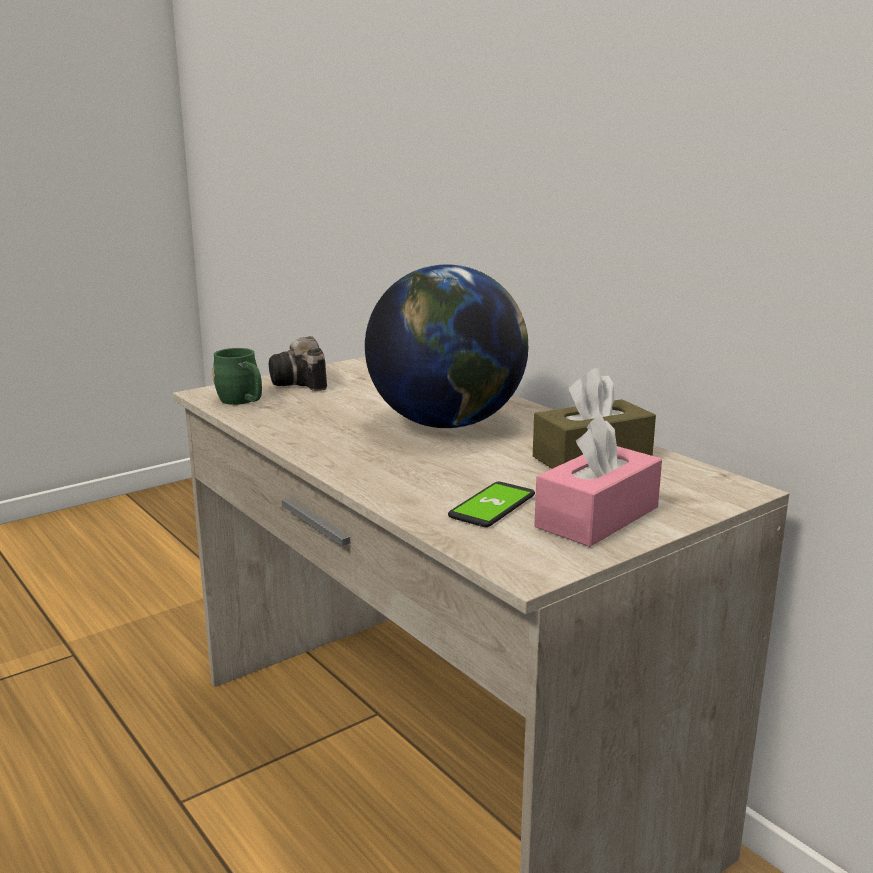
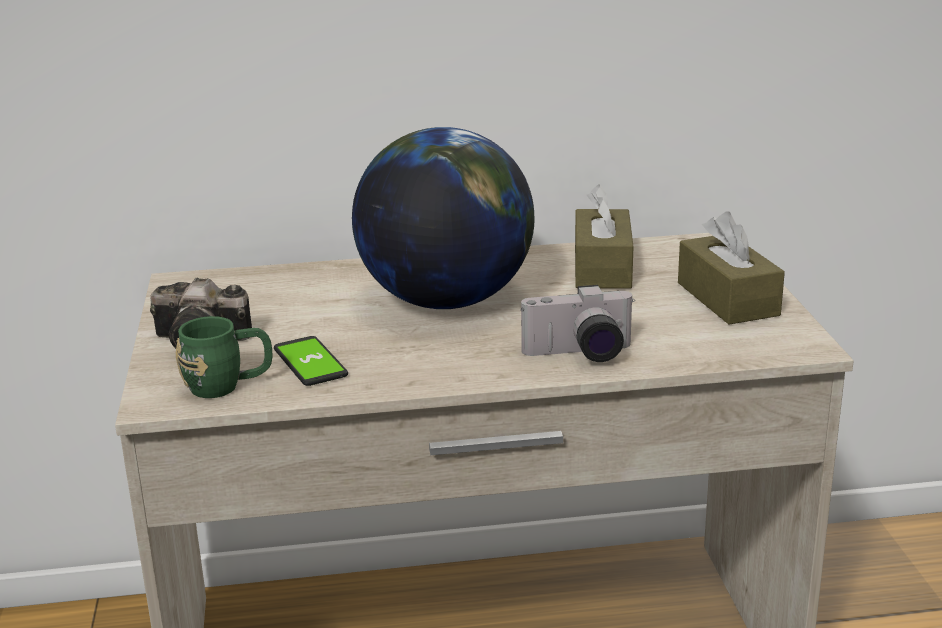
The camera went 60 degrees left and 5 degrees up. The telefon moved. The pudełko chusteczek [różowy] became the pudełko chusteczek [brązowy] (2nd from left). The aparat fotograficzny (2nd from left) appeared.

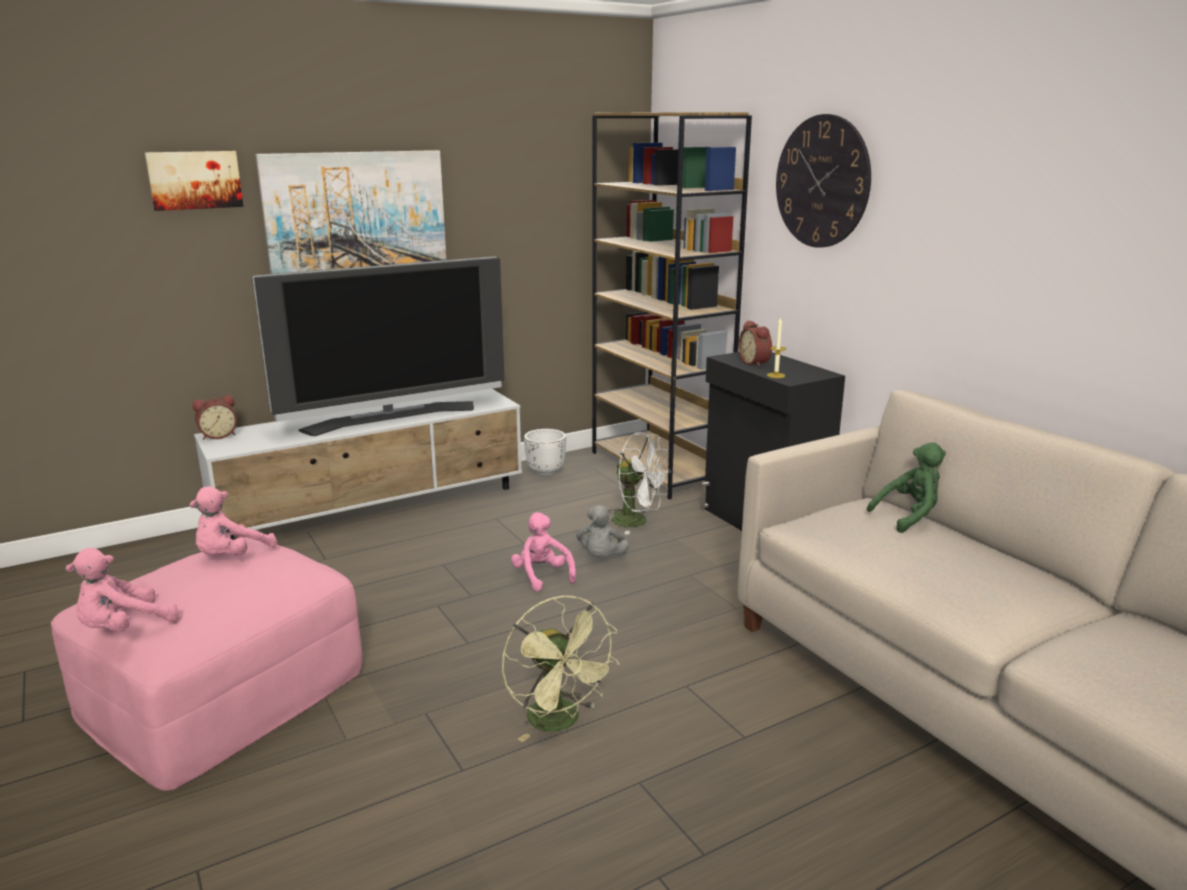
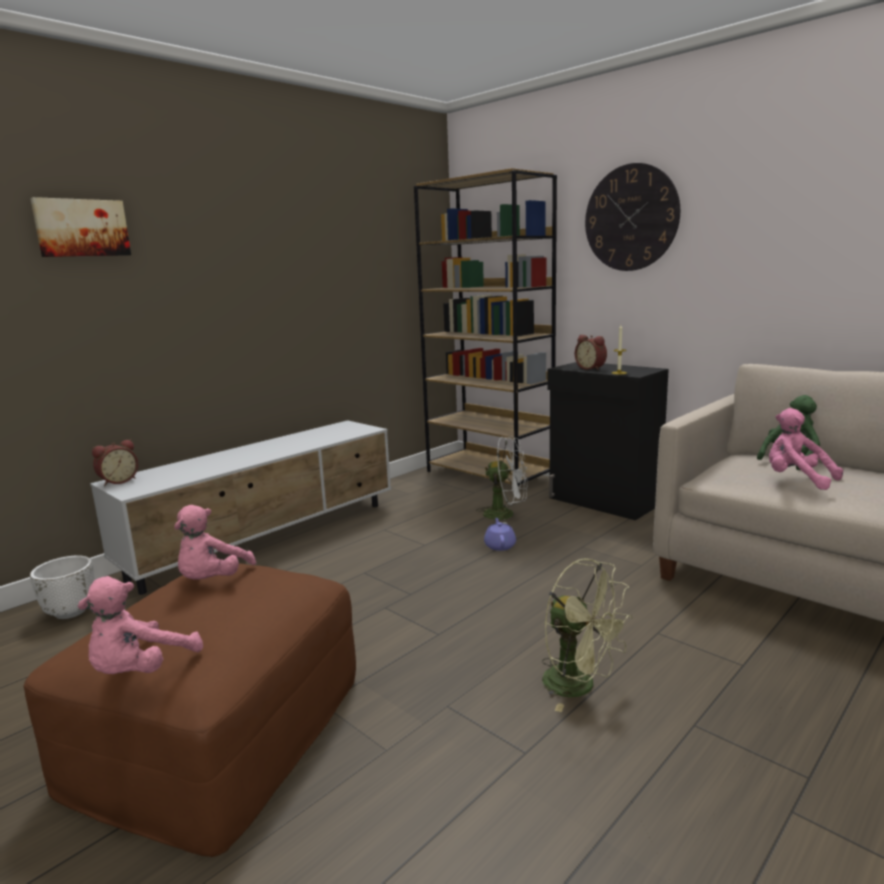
The camera went 15 degrees left and 5 degrees down. The pufa [różowy] became the pufa [brązowy]. The telewizor disappeared. The obraz (2nd from left) disappeared. The pluszak [różowy] (3rd from left) moved. The donica [biały] moved. The pluszak [szary] was replaced by the imbryk [fioletowy].

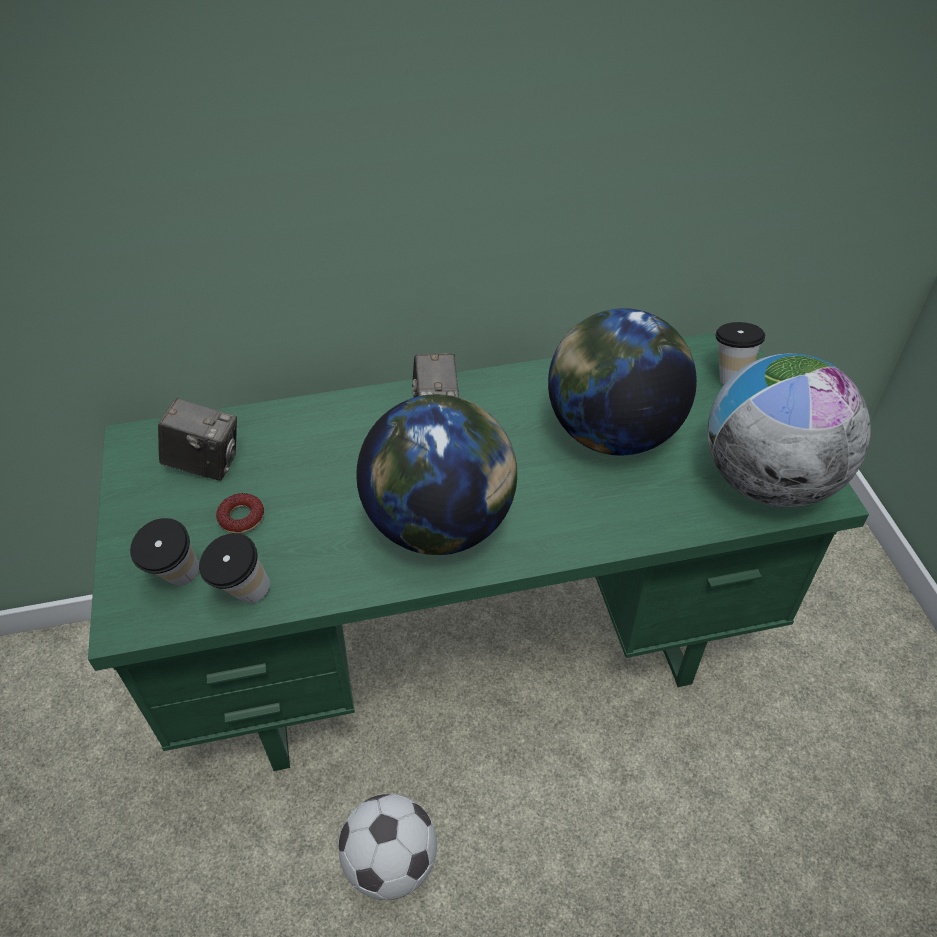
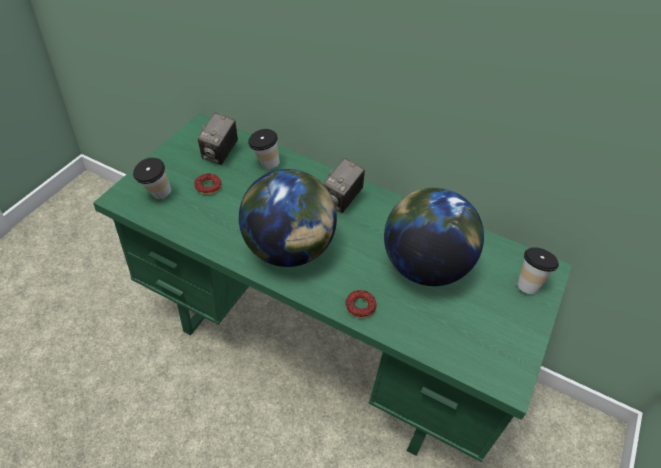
The camera went 35 degrees right and 0 degrees up. The aparat fotograficzny (1st from left) turned 60 degrees clockwise. The filiżanka (2nd from left) moved. The piłka futbolowa disappeared. The globus (3rd from left) disappeared. The donut (2nd from left) appeared.

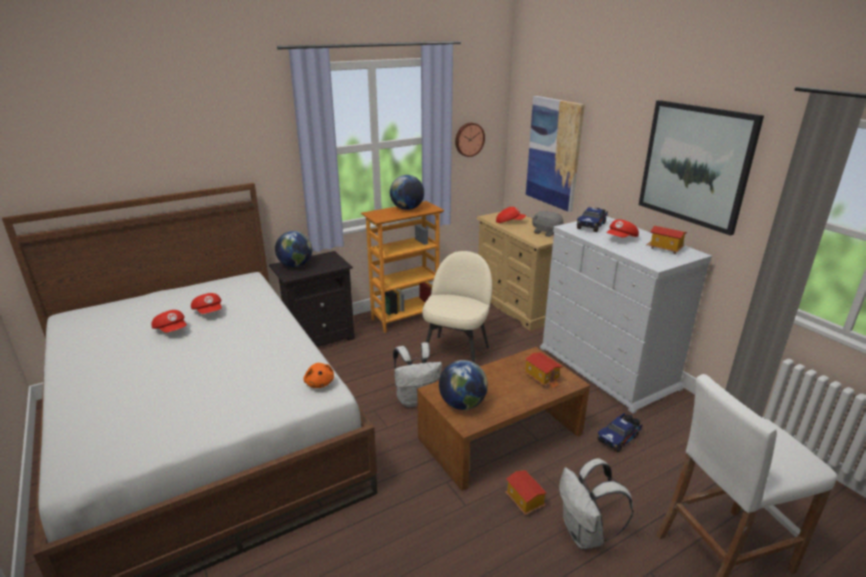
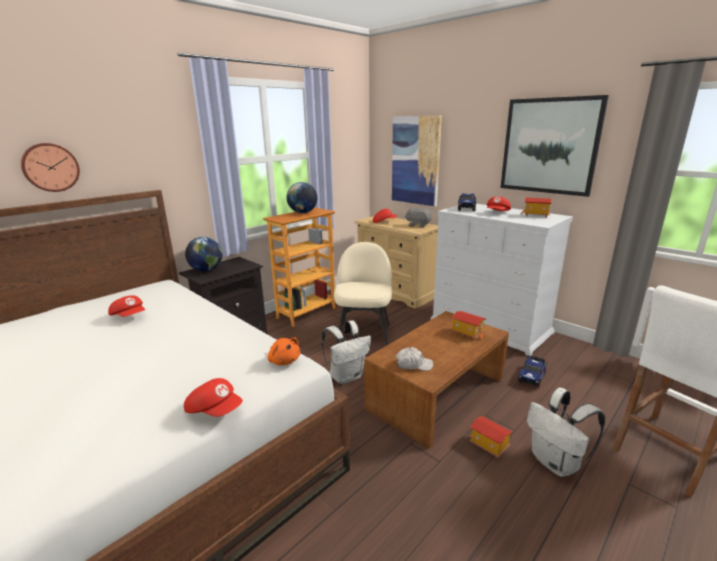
The camera went 15 degrees left and 5 degrees down. The czapka z daszkiem [czerwony] (1st from left in the first image) moved. The globus (3rd from left) was replaced by the czapka z daszkiem [biały]. The zegar ścienny moved.

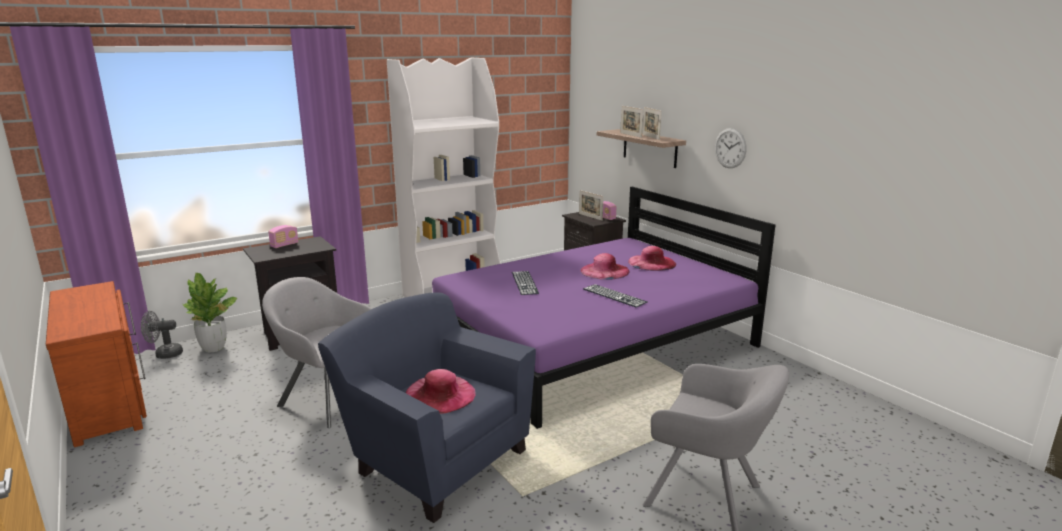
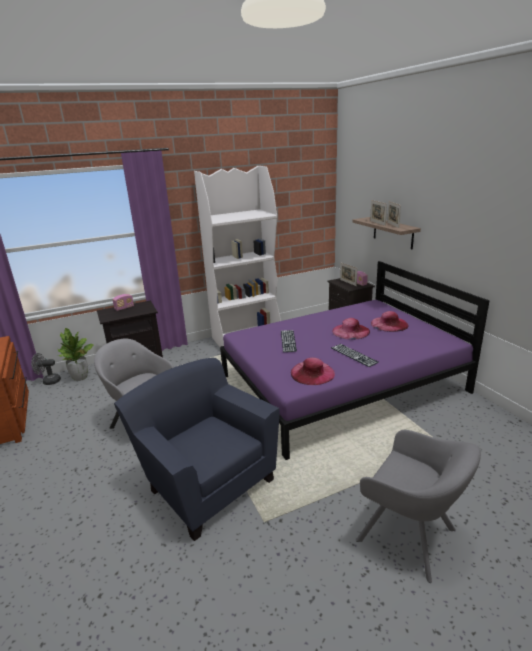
The camera went 10 degrees right and 5 degrees up. The kapelusz [różowy] (1st from left) moved. The zegar ścienny disappeared.

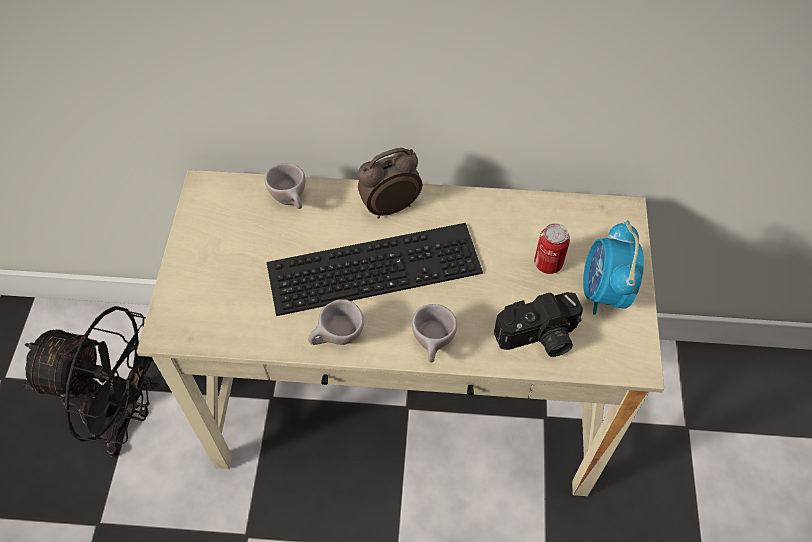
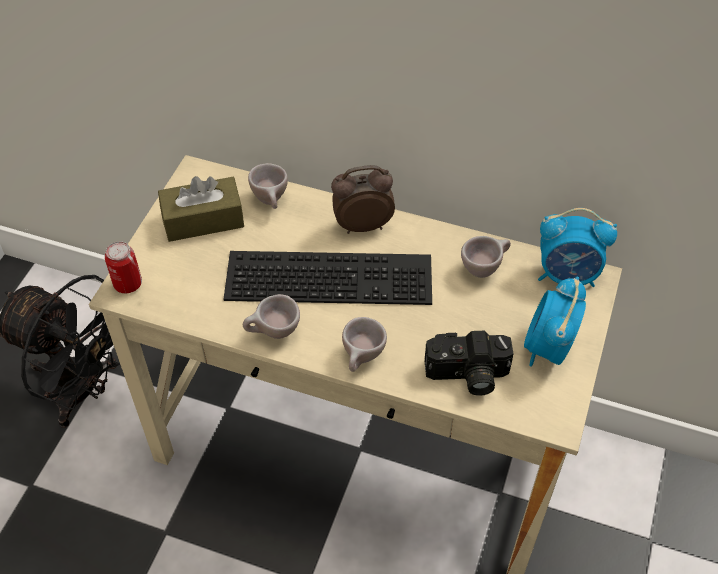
The camera went 15 degrees right and 5 degrees down. The puszka moved. The pudełko chusteczek [brązowy] appeared. The filiżanka [beżowy] (4th from left) appeared. The budzik (3rd from left) appeared.

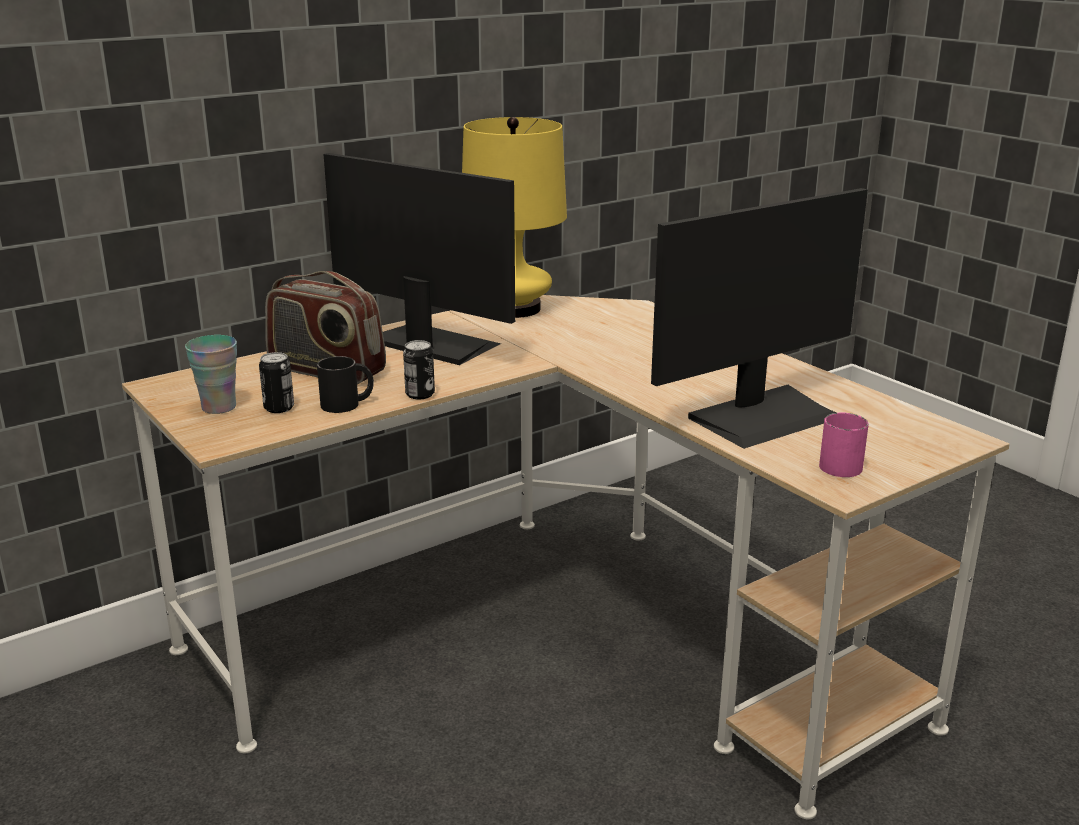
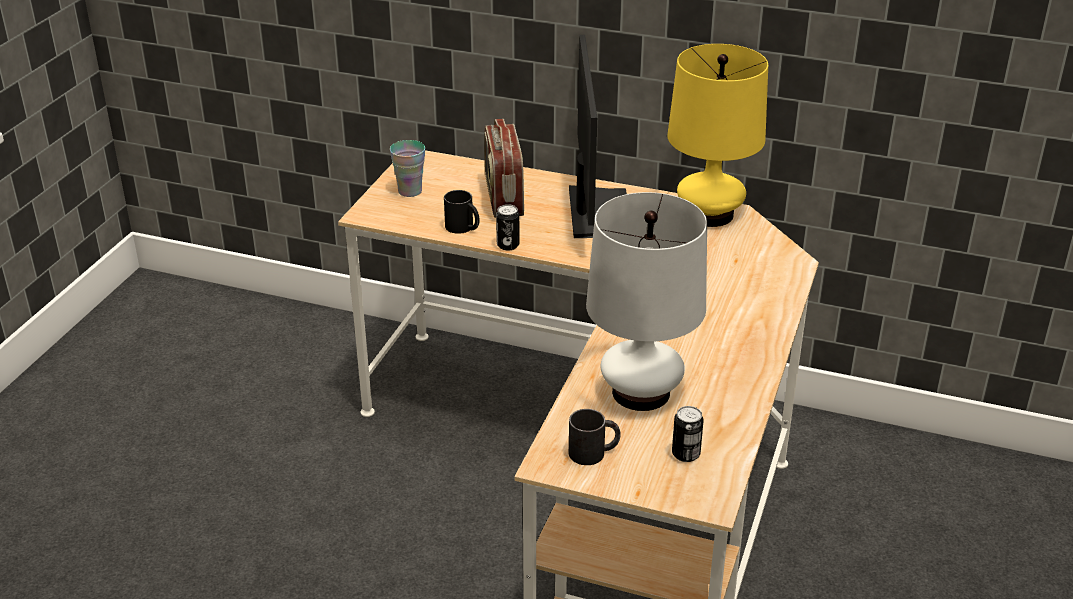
The camera went 55 degrees right and 10 degrees up. The puszka (1st from left in the first image) moved. The monitor (2nd from left) was replaced by the lampa stołowa [biały]. The kubek [różowy] became the kubek [czarny] (2nd from left).

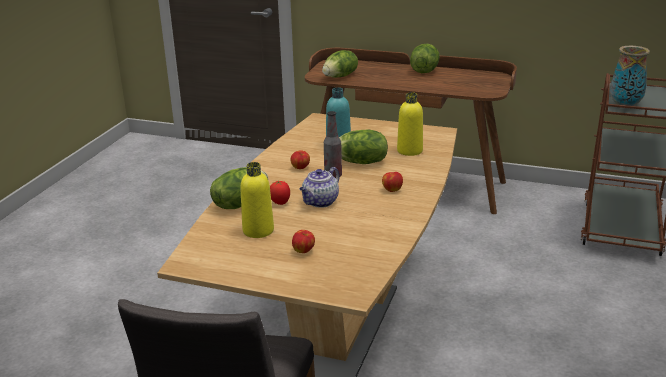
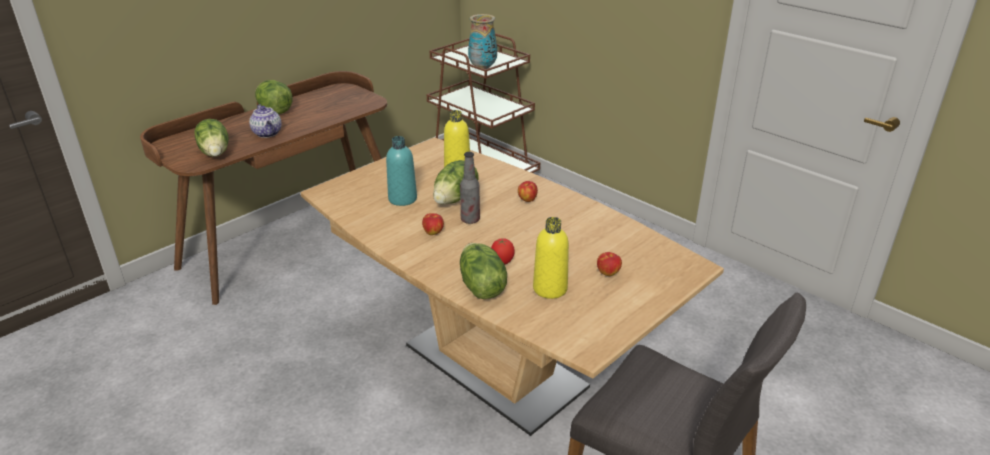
The camera went 65 degrees left and 5 degrees up. The imbryk moved.

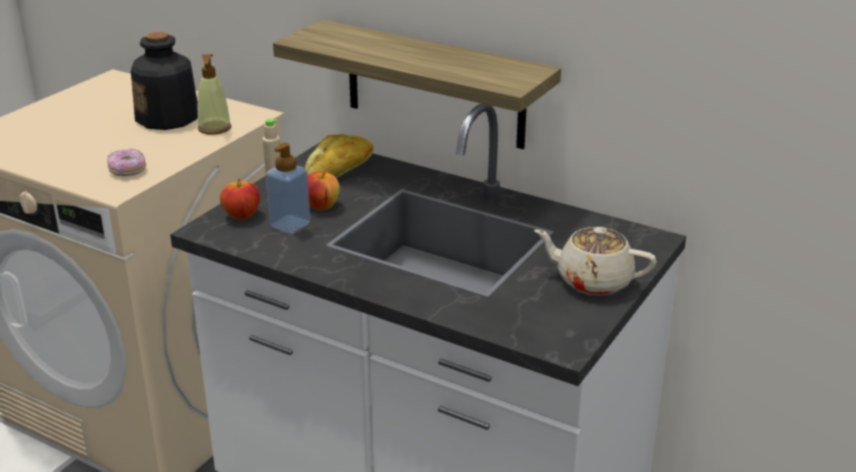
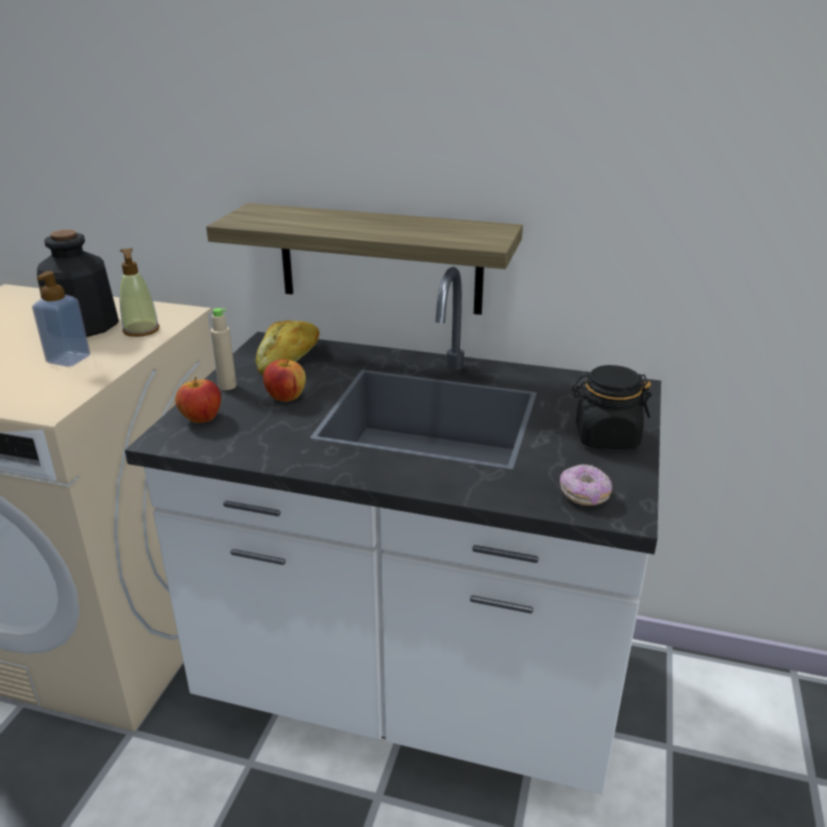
The camera went 15 degrees left and 0 degrees up. The donut moved. The dozownik mydła (2nd from left in the first image) moved. The imbryk [beżowy] was replaced by the słoik [czarny].

